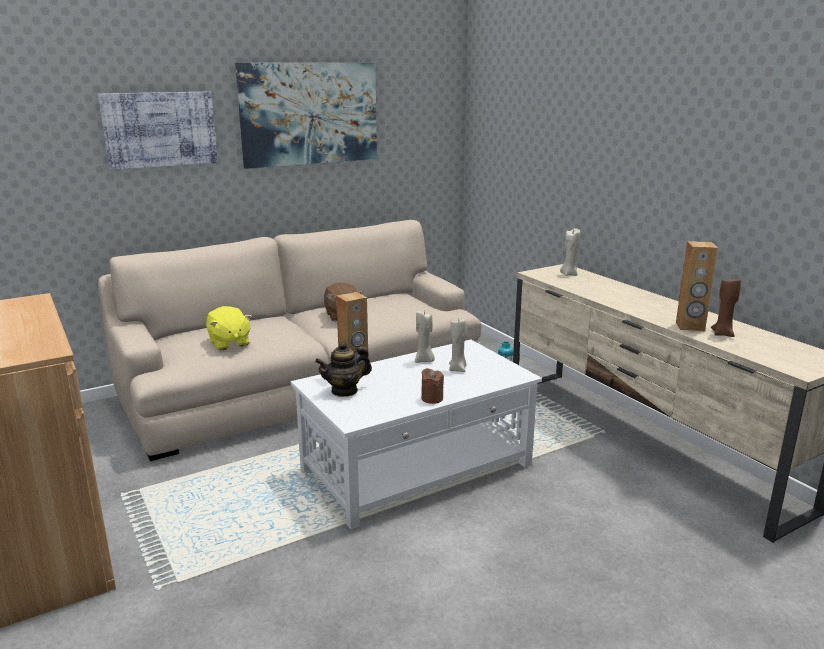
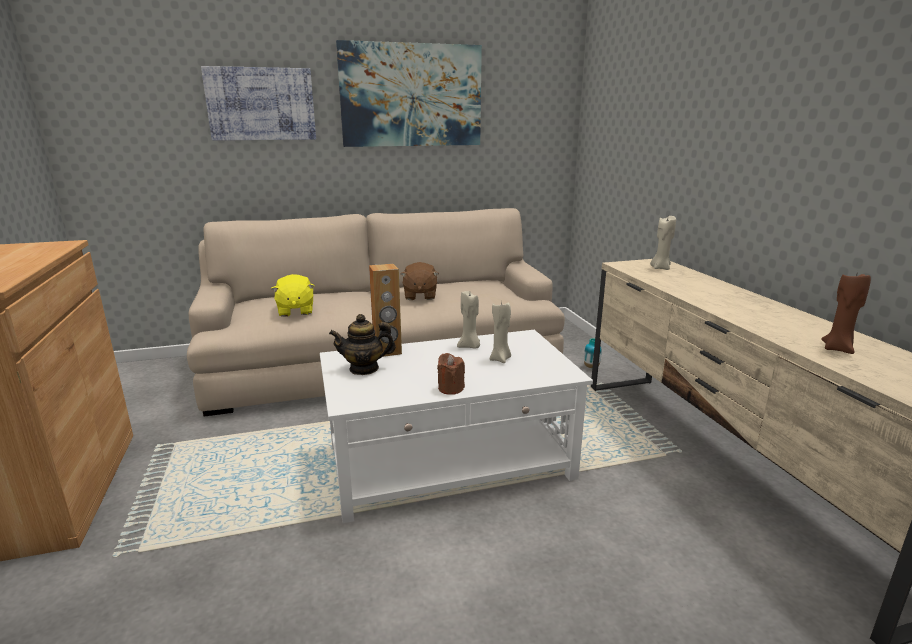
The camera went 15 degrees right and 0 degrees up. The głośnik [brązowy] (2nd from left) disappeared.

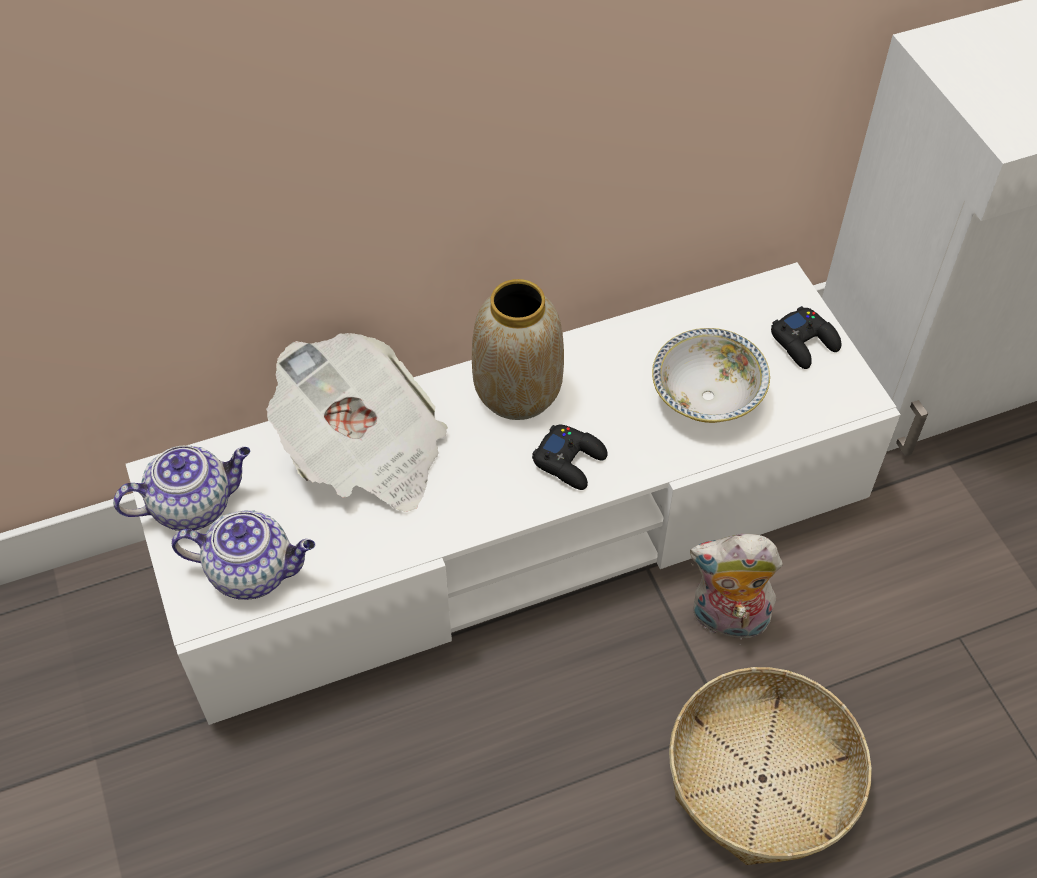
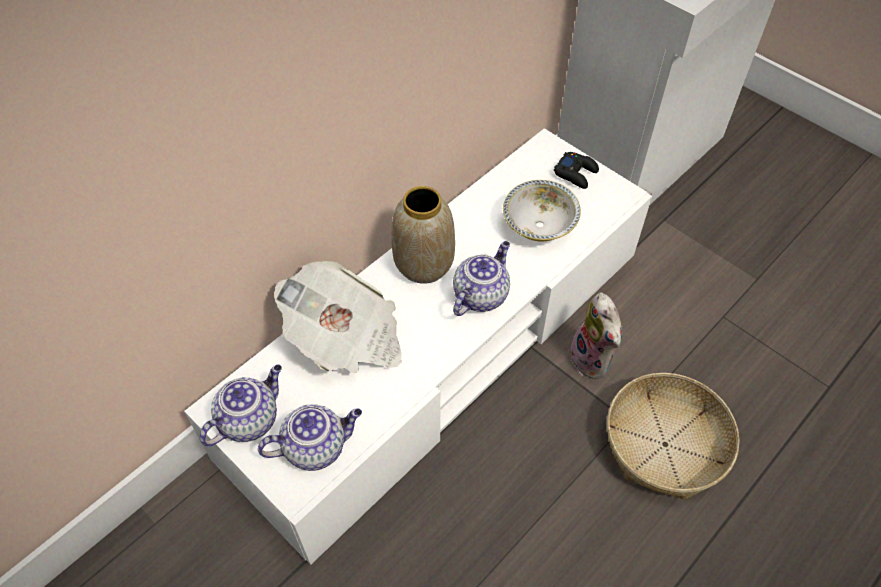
The camera went 25 degrees left and 0 degrees up. The pad do gier [czarny] (1st from left) was replaced by the imbryk (3rd from left). The pluszak turned 90 degrees counterclockwise.

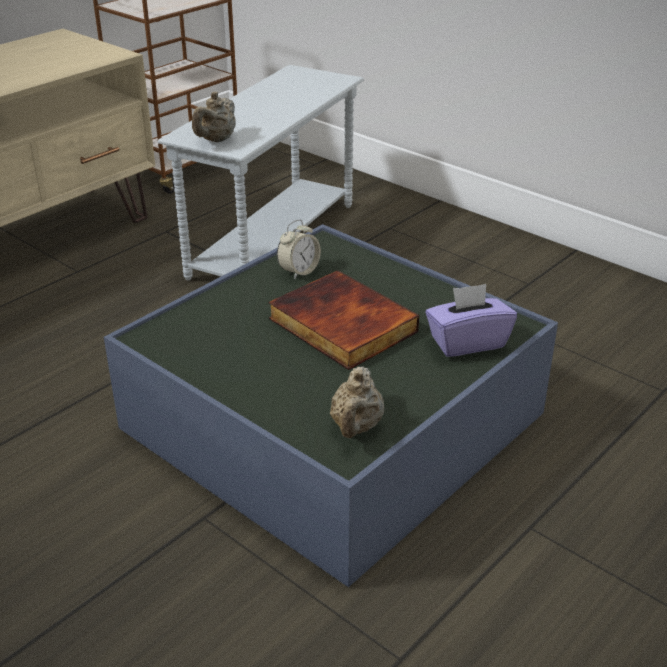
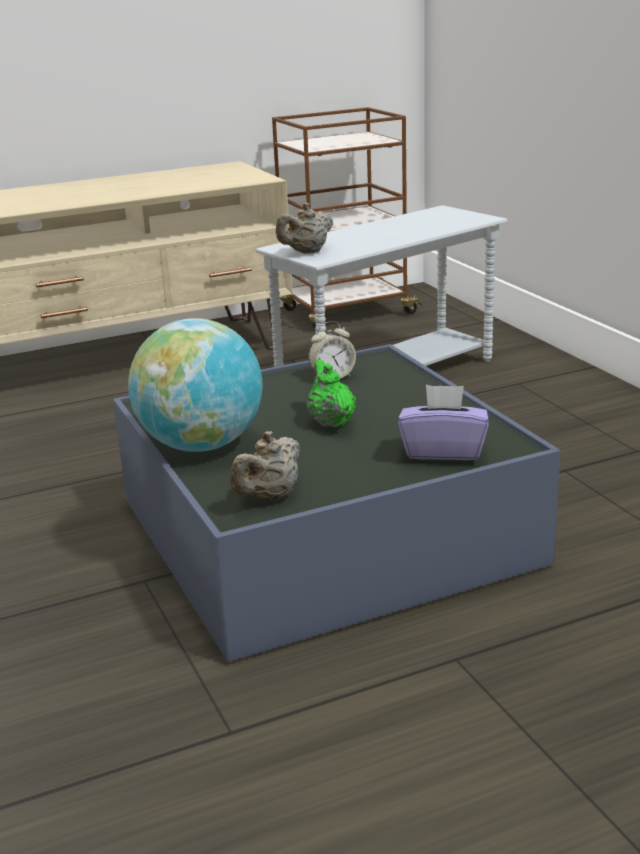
The camera went 25 degrees right and 10 degrees down. The książka was replaced by the imbryk [zielony]. The globus appeared.

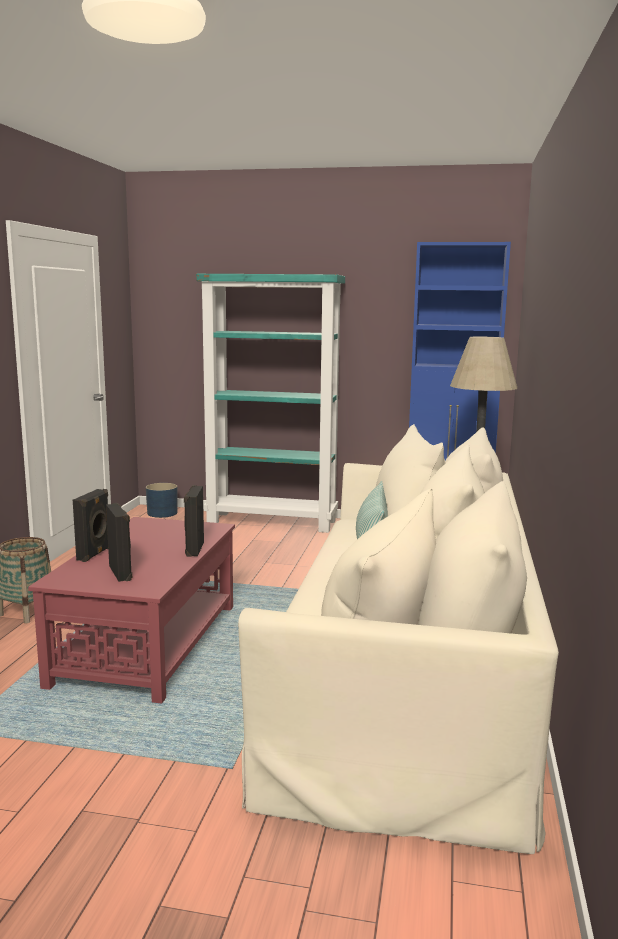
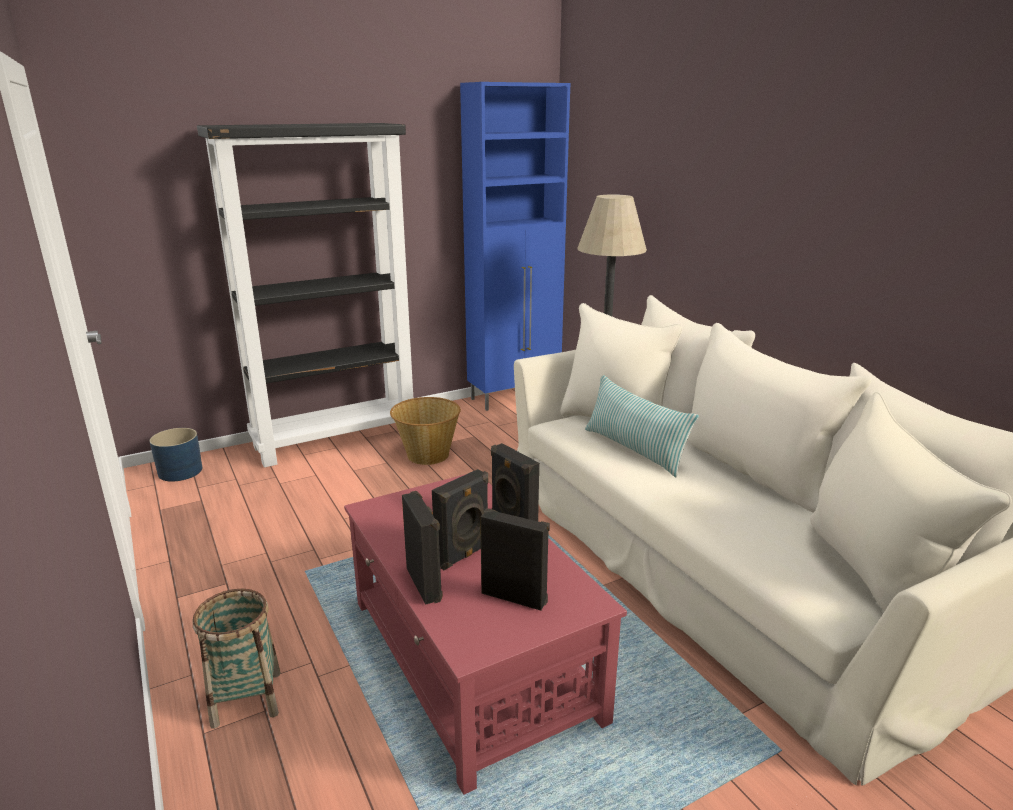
The camera went 40 degrees left and 10 degrees up. The regał [turkusowy] became the regał [czarny]. The koszyk (2nd from left) appeared. The głośnik [czarny] (2nd from left) appeared.

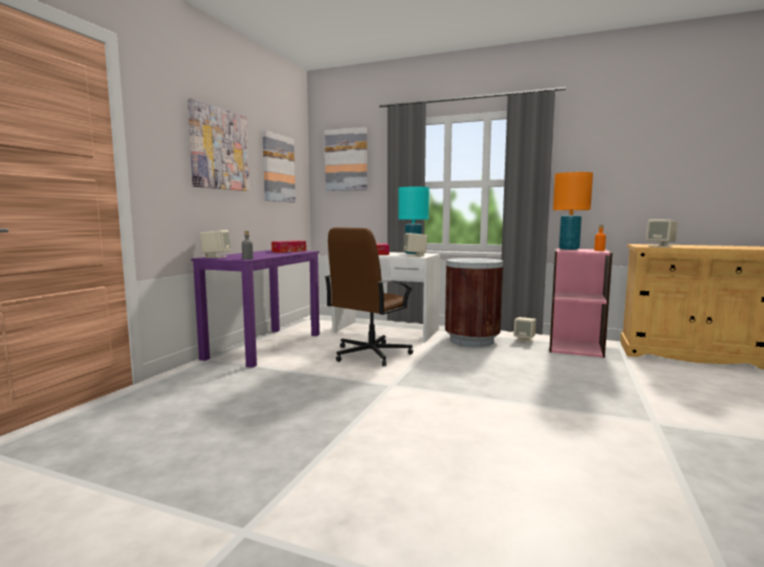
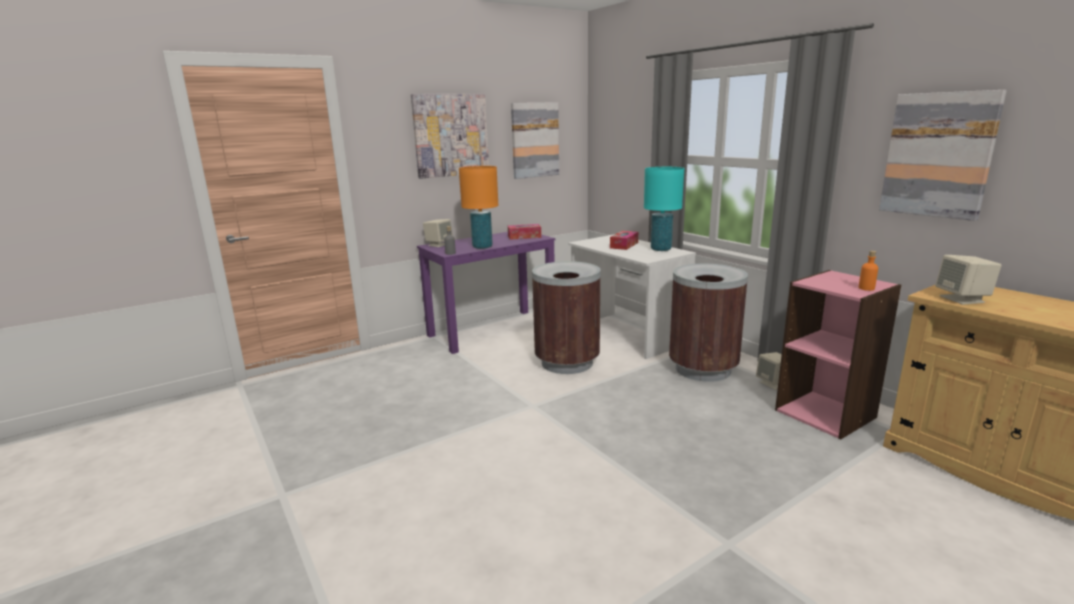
The camera went 35 degrees right and 10 degrees up. The obraz (3rd from left) moved. The krzesło biurowe [brązowy] was replaced by the kosz na śmieci [brązowy] (1st from left). The głośnik [beżowy] (2nd from left) disappeared. The lampa stołowa [pomarańczowy] moved.

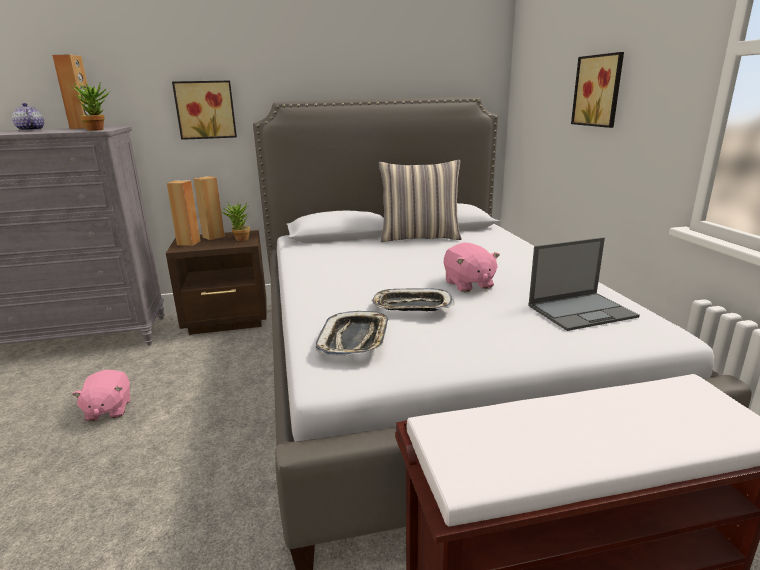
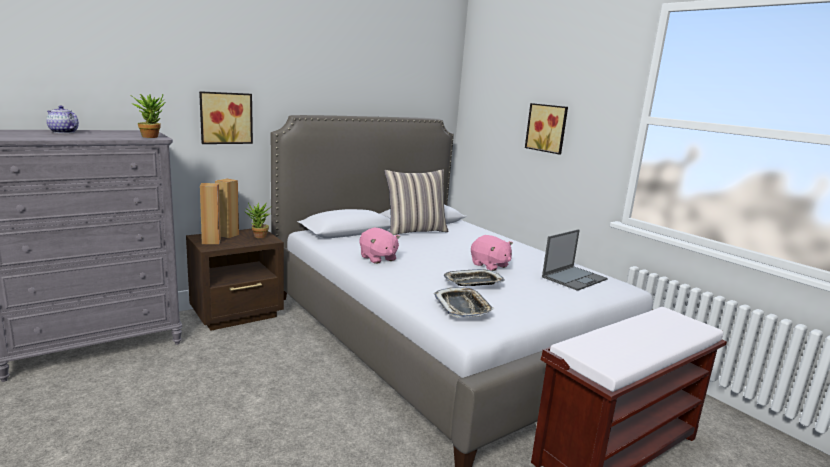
The camera went 25 degrees left and 5 degrees down. The głośnik [brązowy] (1st from left) disappeared. The pluszak [różowy] (1st from left) moved.

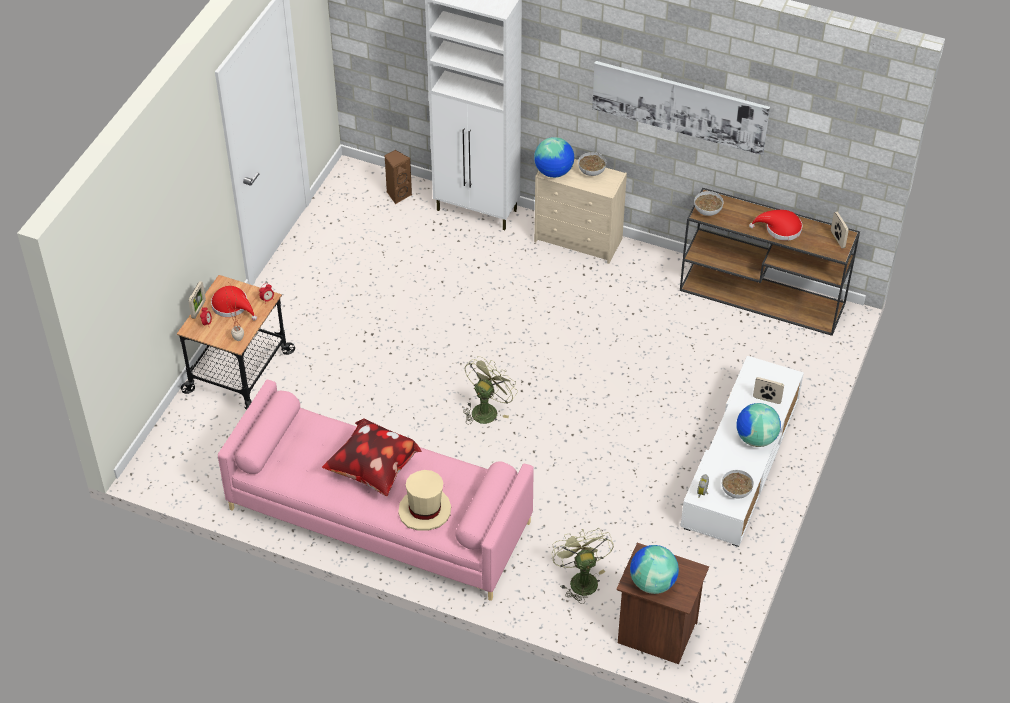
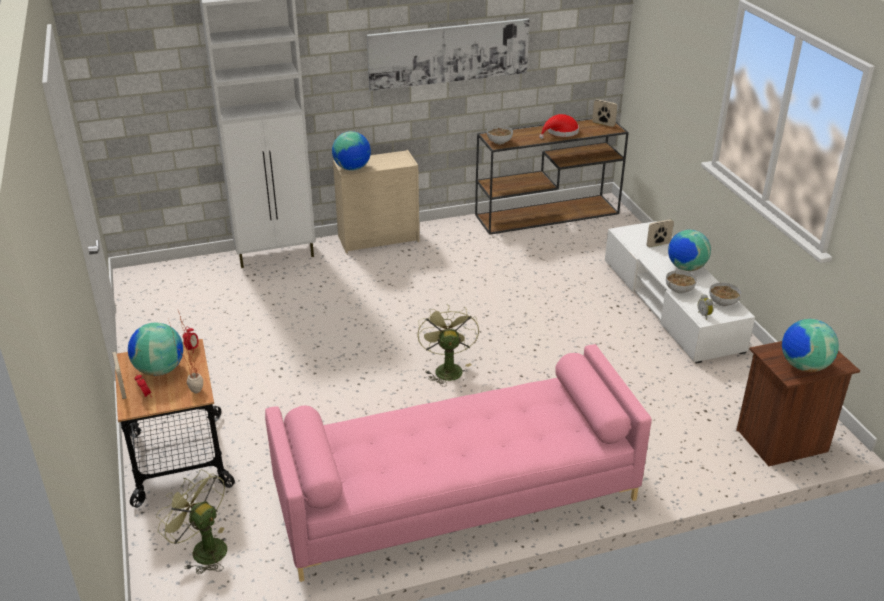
The camera went 40 degrees left and 15 degrees down. The kapelusz [czerwony] (1st from left) was replaced by the globus (1st from left). The poduszka disappeared. The głośnik [brązowy] disappeared. The kapelusz [beżowy] disappeared. The wentylator [zielony] (2nd from left in the first image) moved. The miska (1st from left in the first image) moved.

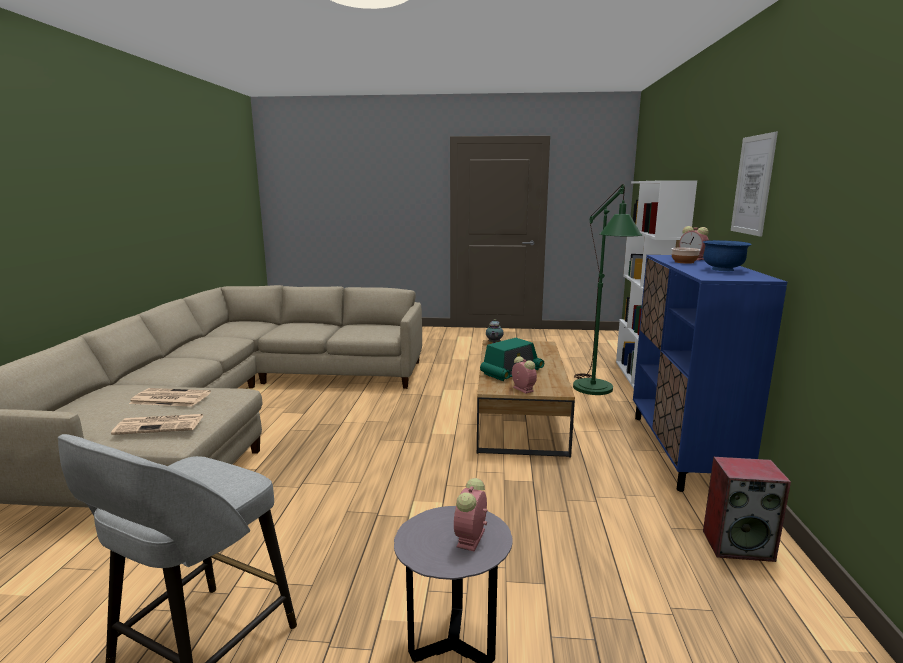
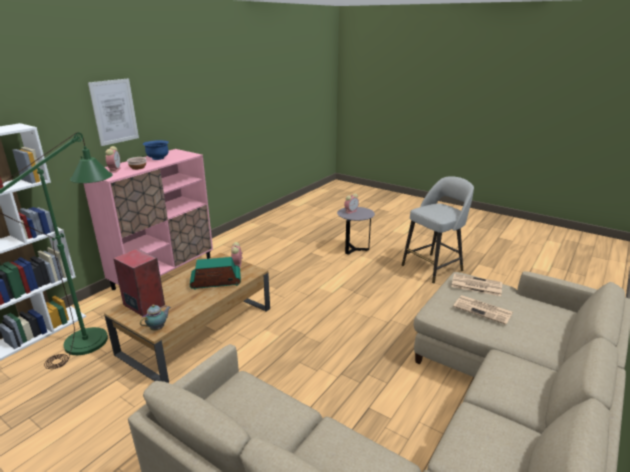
The camera went 150 degrees left and 10 degrees up. The szafka [niebieski] became the szafka [różowy]. The głośnik moved.

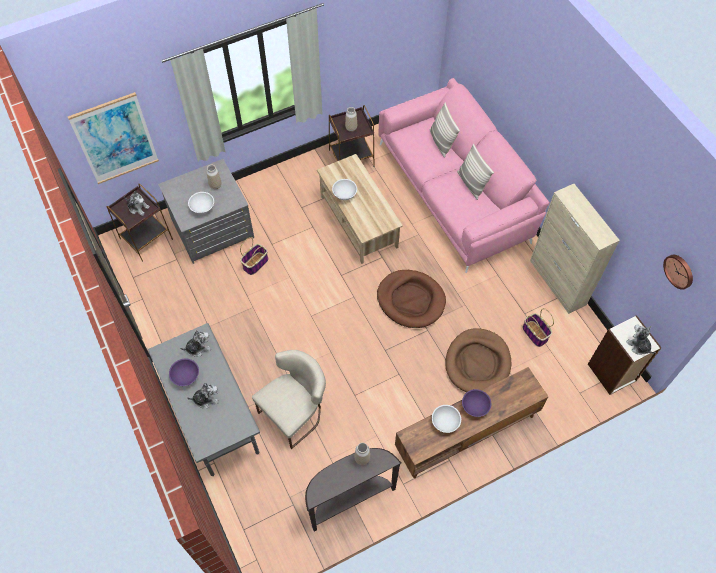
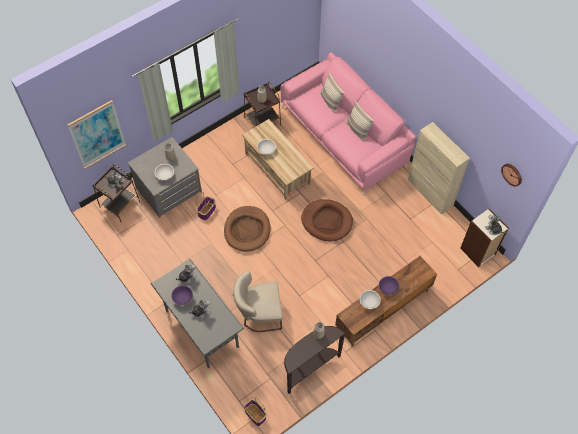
The camera went 10 degrees left and 0 degrees up. The krzesło [beżowy] turned 135 degrees counterclockwise. The legowisko [brązowy] (2nd from left in the first image) moved. The koszyk (2nd from left) moved.

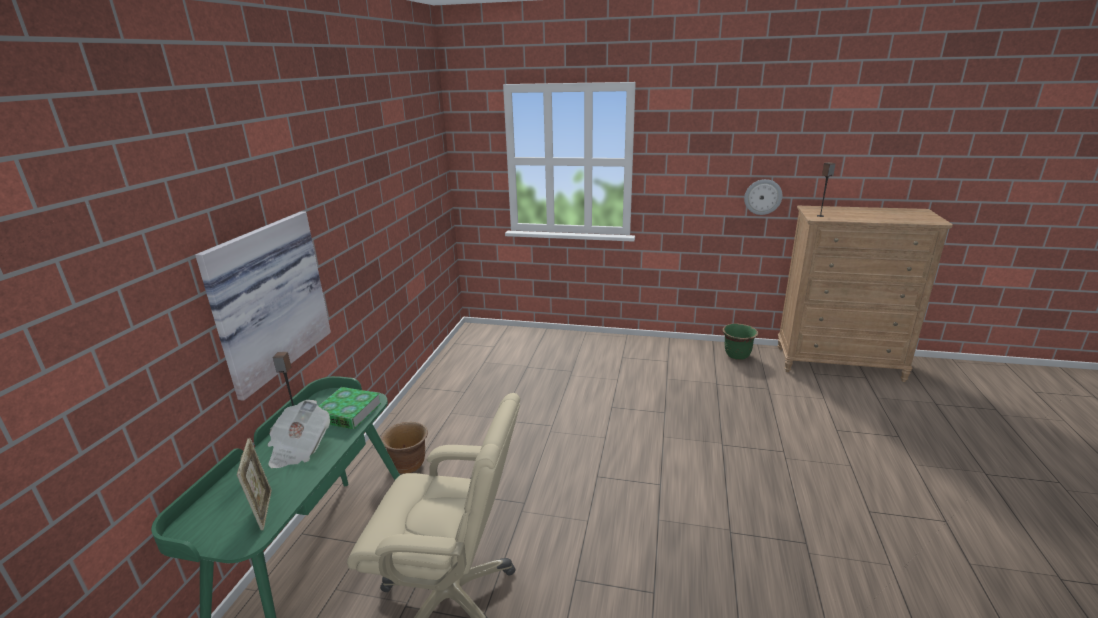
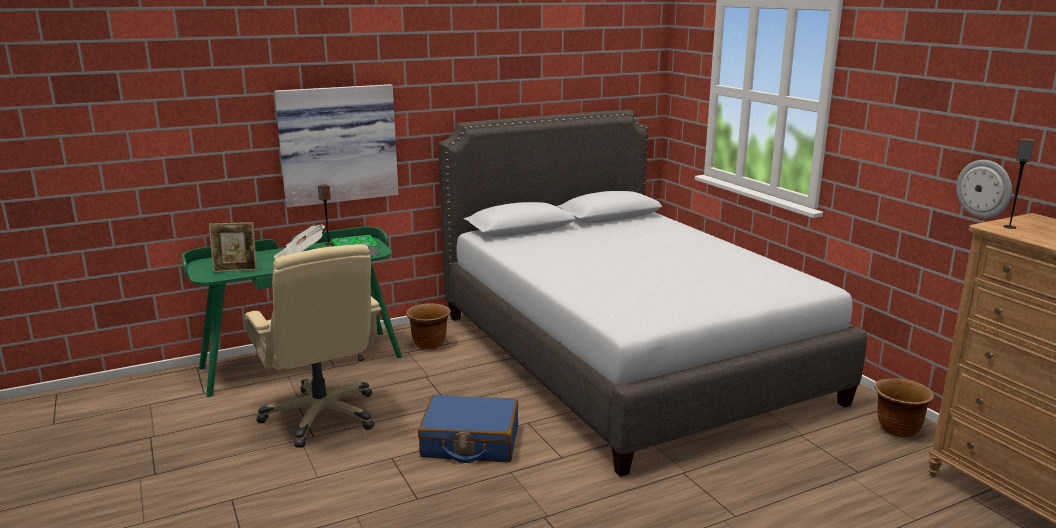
The camera went 50 degrees right and 5 degrees down. The ramka na zdjęcie turned 45 degrees clockwise. The donica [zielony] became the donica [brązowy] (2nd from left). The walizka [niebieski] appeared. The łóżko [szary] appeared.

